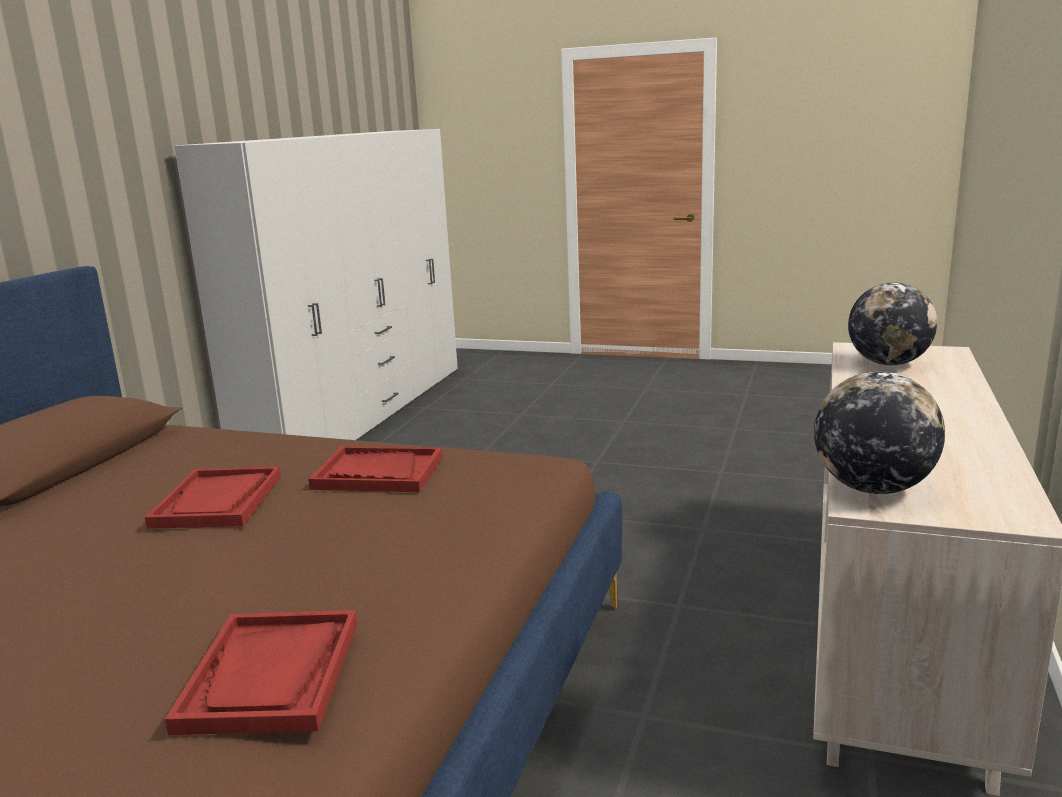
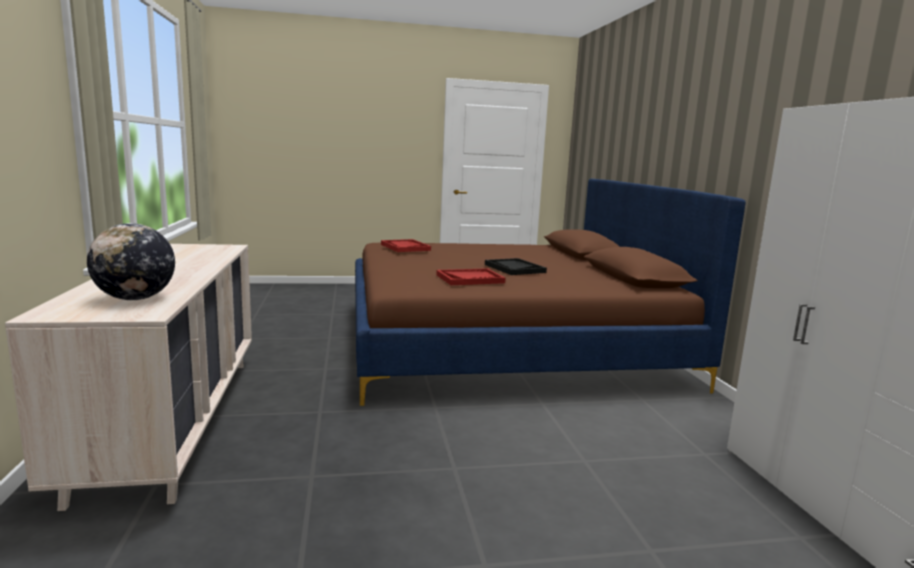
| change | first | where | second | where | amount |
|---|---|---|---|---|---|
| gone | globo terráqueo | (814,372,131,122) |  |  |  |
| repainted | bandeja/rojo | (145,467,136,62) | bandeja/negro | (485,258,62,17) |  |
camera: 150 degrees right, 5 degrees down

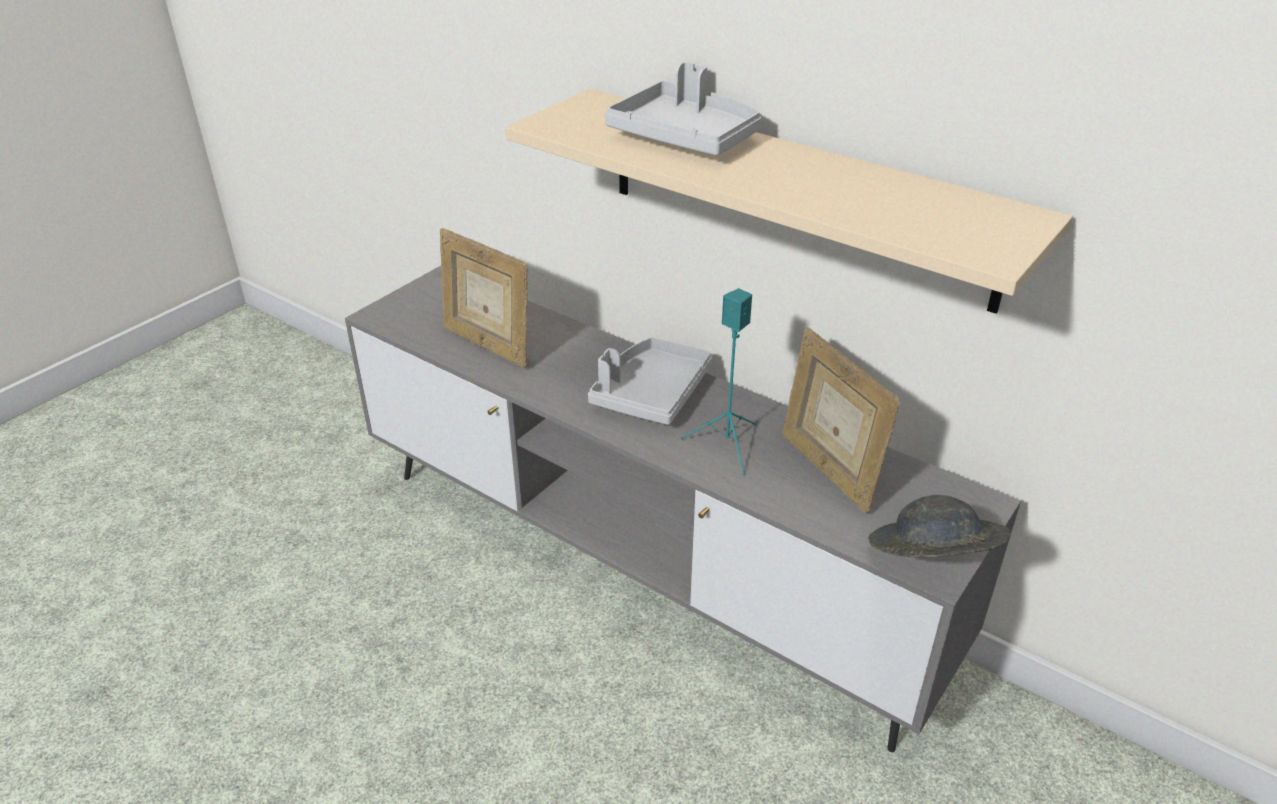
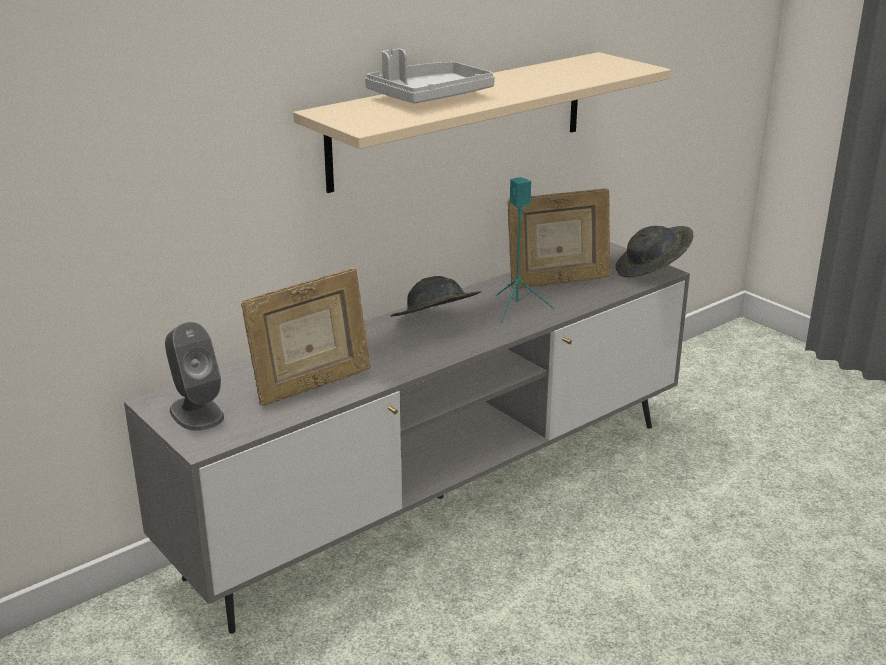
| change | first | where | second | where | amount |
|---|---|---|---|---|---|
| swapped | bandeja/gris | (588,337,124,88) | sombrero/gris | (391,276,90,41) |  |
| new |  |  | altavoz/gris | (165,322,59,109) |  |
camera: 75 degrees left, 10 degrees down

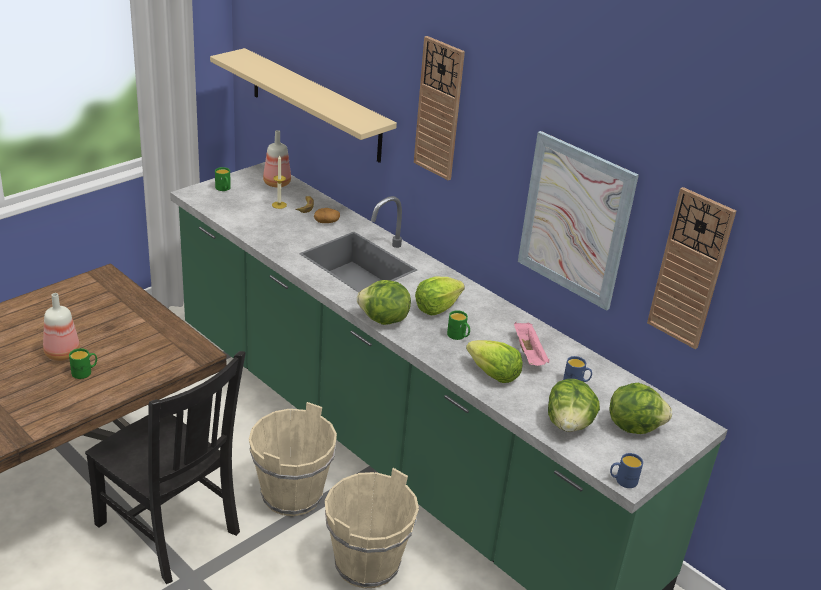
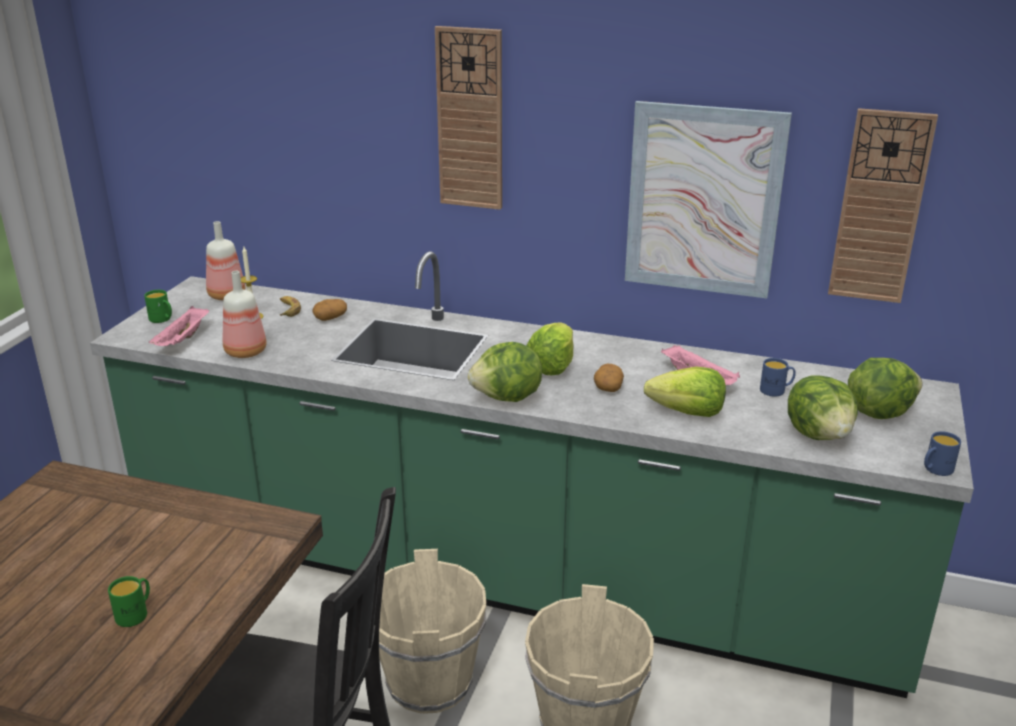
| change | first | where | second | where | amount |
|---|---|---|---|---|---|
| gone | estante/beis | (210,48,187,115) |  |  |  |
| shifted | botella | (43,293,37,68) |  | (223,271,43,87) |  |
| swapped | taza grande/verde | (447,310,23,30) | patata | (594,364,30,28) |  |
| new |  |  | bandeja/rosa | (149,306,60,40) |  |
camera: 25 degrees left, 5 degrees down

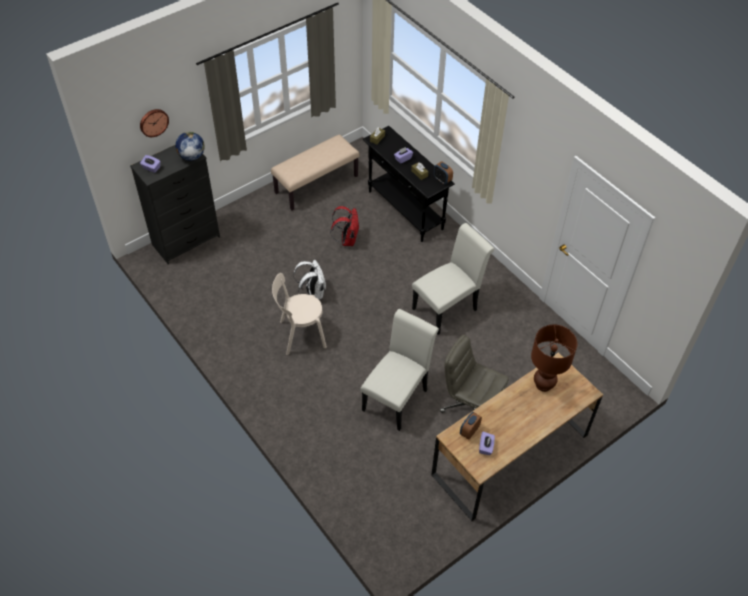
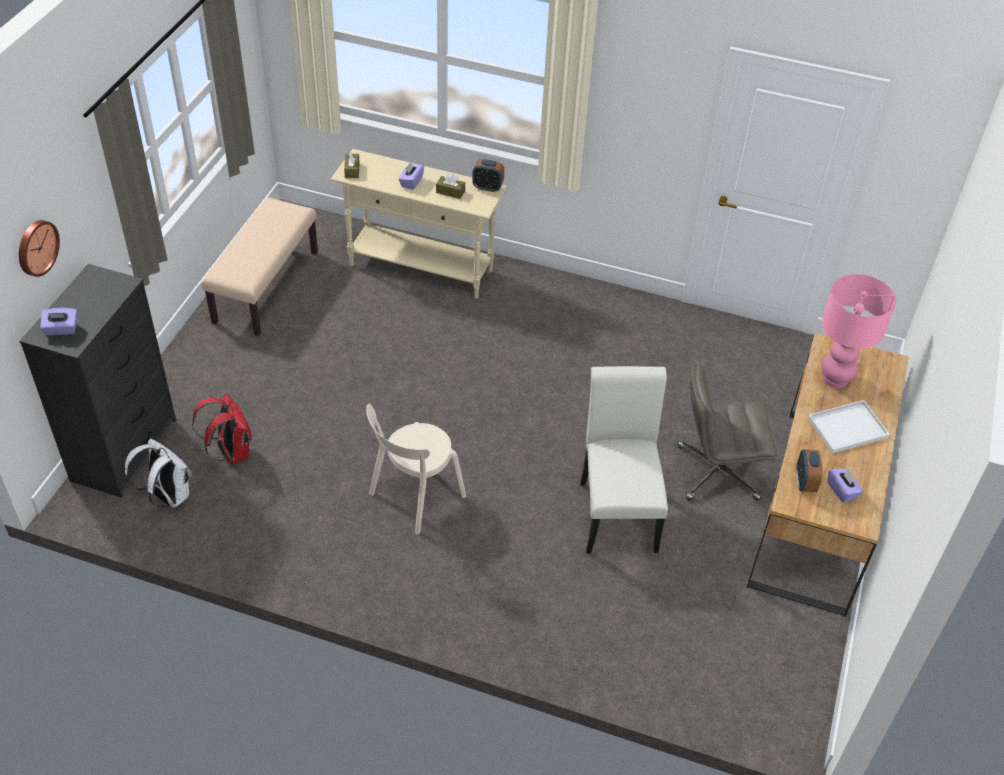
| change | first | where | second | where | amount |
|---|---|---|---|---|---|
| repainted | mesa consola/negro | (362,126,93,116) | mesa consola/beis | (330,149,177,150) |  |
| gone | globo terráqueo | (175,132,30,29) |  |  |  |
| shifted | mochila/rojo | (330,206,30,40) |  | (192,394,60,70) |  |
| gone | silla/blanco | (412,223,83,112) |  |  |  |
| shifted | mochila/blanco | (294,260,32,40) |  | (125,438,67,70) |  |
| repainted | lámpara de mesa/marrón | (531,324,46,68) | lámpara de mesa/rosa | (821,274,75,114) |  |
| new |  |  | bandeja/blanco | (808,400,82,53) |  |
camera: 35 degrees left, 5 degrees down

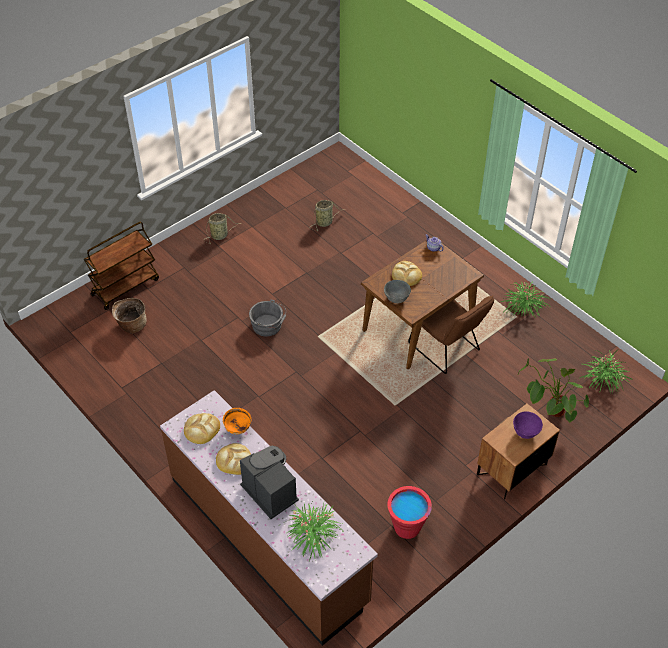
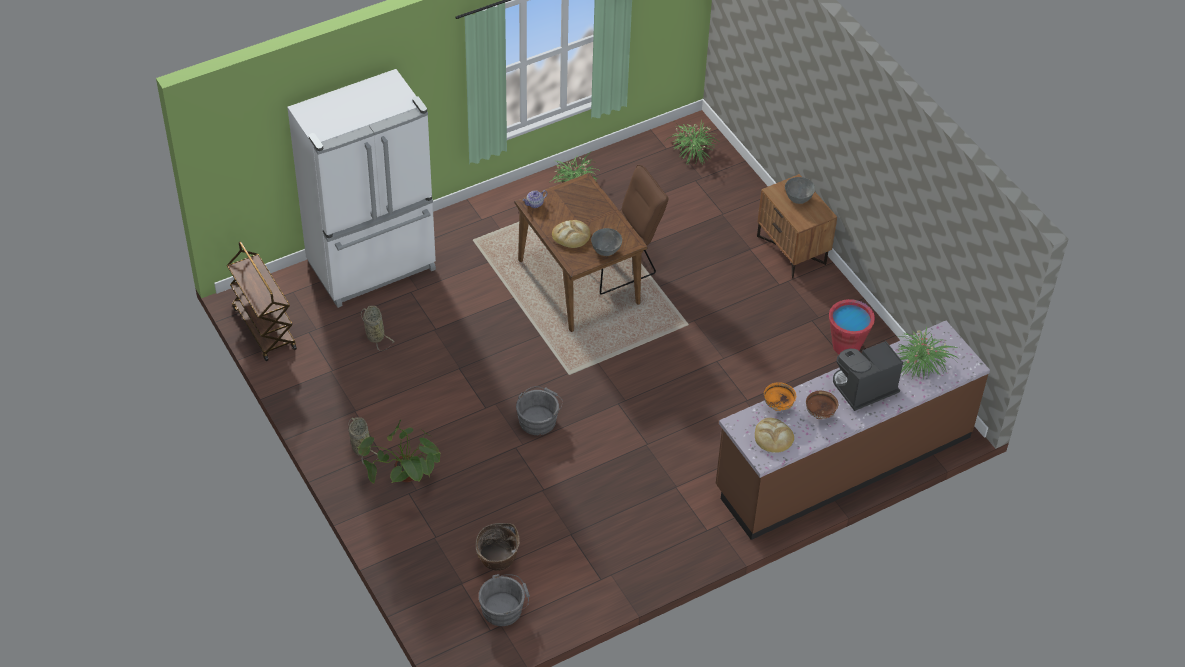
| change | first | where | second | where | amount |
|---|---|---|---|---|---|
| shifted | carrito/marrón | (84,222,75,88) |  | (227,242,70,119) |  |
| shifted | planta en maceta | (518,358,71,65) |  | (358,420,82,63) |  |
| repainted | cuenco/morado | (513,411,30,28) | cuenco/gris | (785,177,30,27) |  |
| swapped | pan | (216,443,35,32) | cuenco/marrón | (806,391,32,28) |  |
| new |  |  | nevera/blanco | (287,69,149,239) |  |
| new |  |  | cubo/gris | (479,574,51,52) |  |
camera: 80 degrees left, 0 degrees up

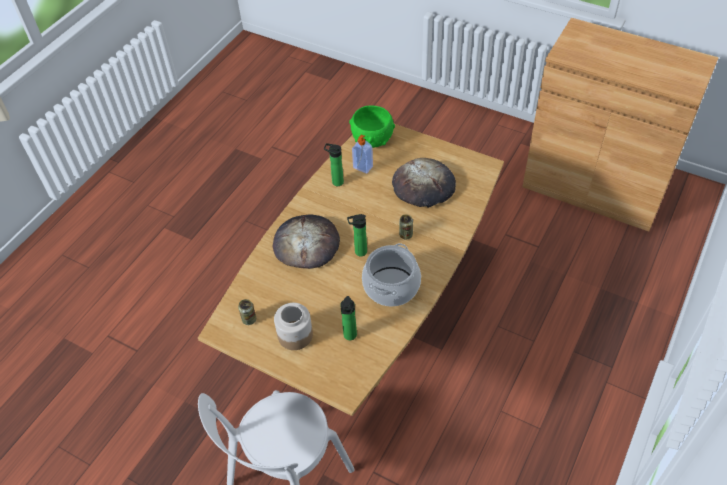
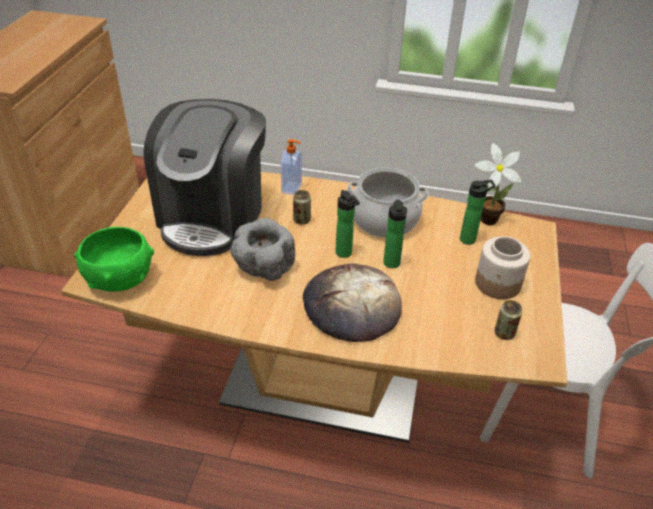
| change | first | where | second | where | amount |
|---|---|---|---|---|---|
| shifted | dispensador de jabón | (352,135,21,39) |  | (281,139,21,56) |  |
| shifted | botella | (324,143,20,43) |  | (383,199,24,69) |  |
| swapped | pan | (392,158,64,50) | cafetera | (143,99,123,157) |  |
| new |  |  | planta en maceta | (475,143,46,82) |  |
| new |  |  | cuenco/gris | (231,218,64,63) |  |
camera: 110 degrees left, 10 degrees down

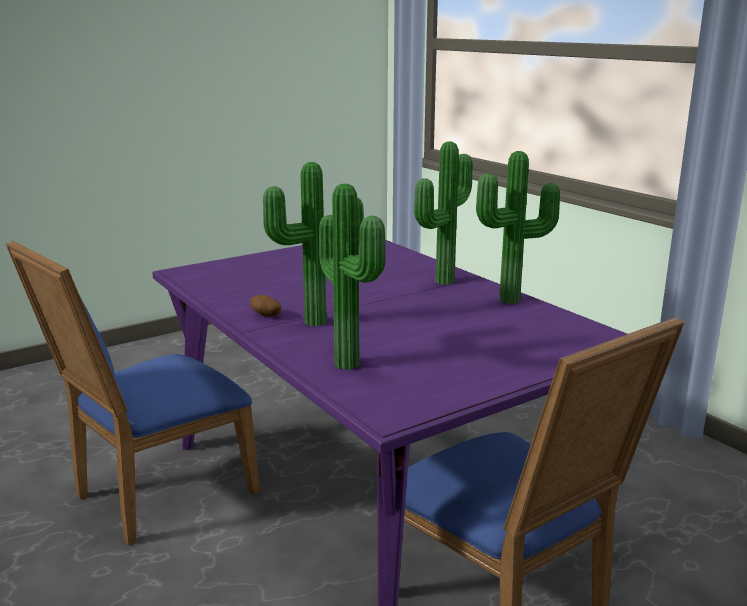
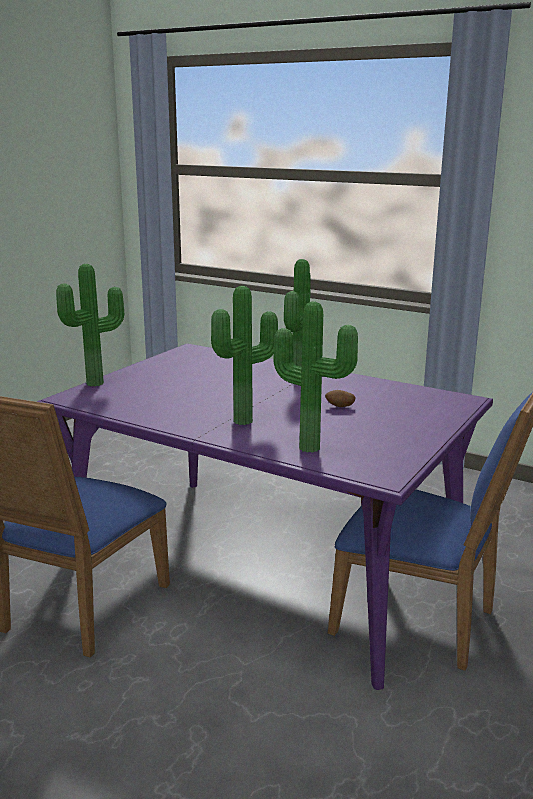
| change | first | where | second | where | amount |
|---|---|---|---|---|---|
| shifted | planta en maceta | (476,151,84,153) |  | (56,264,68,122) |  |
| shifted | patata | (250,295,32,22) |  | (325,390,30,17) |  |
camera: 25 degrees left, 0 degrees up

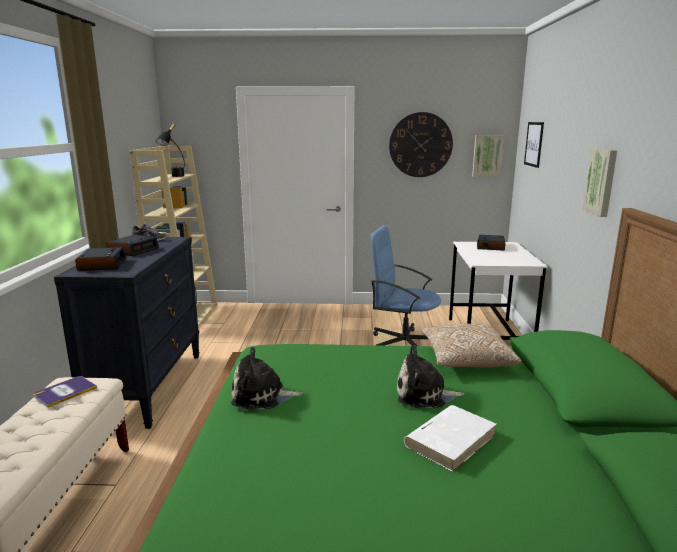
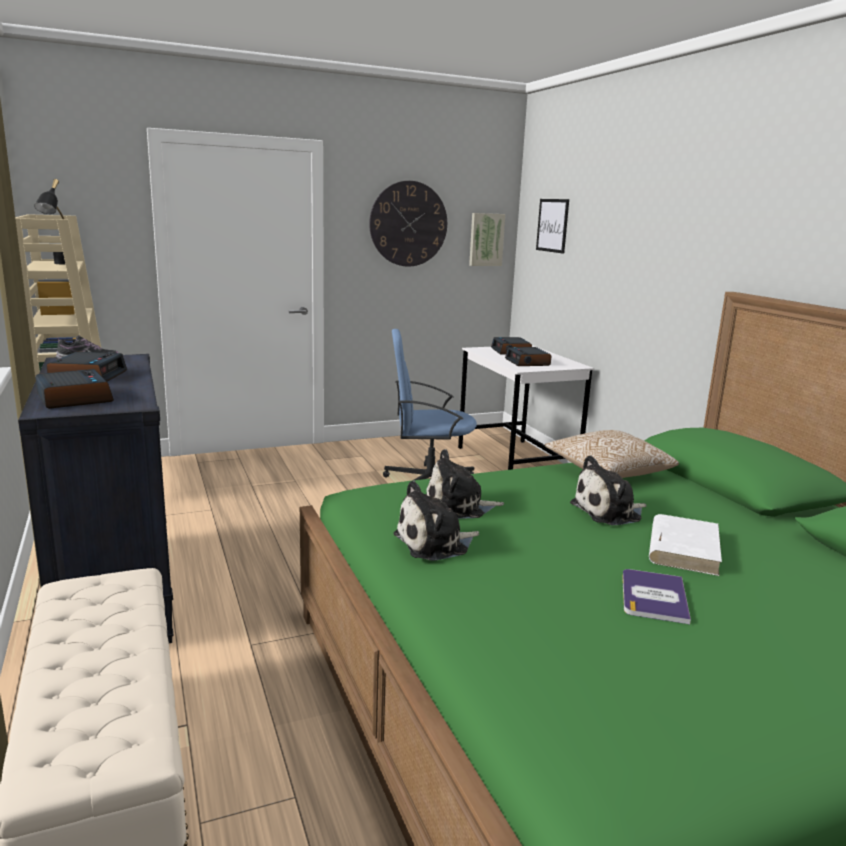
| change | first | where | second | where | amount |
|---|---|---|---|---|---|
| gone | cuadro | (582,148,35,69) |  |  |  |
| shifted | libro | (33,376,64,32) |  | (622,569,69,56) |  |
| new |  |  | despertador | (505,347,47,19) |  |
| new |  |  | peluche | (426,449,78,70) |  |
camera: 25 degrees left, 0 degrees up

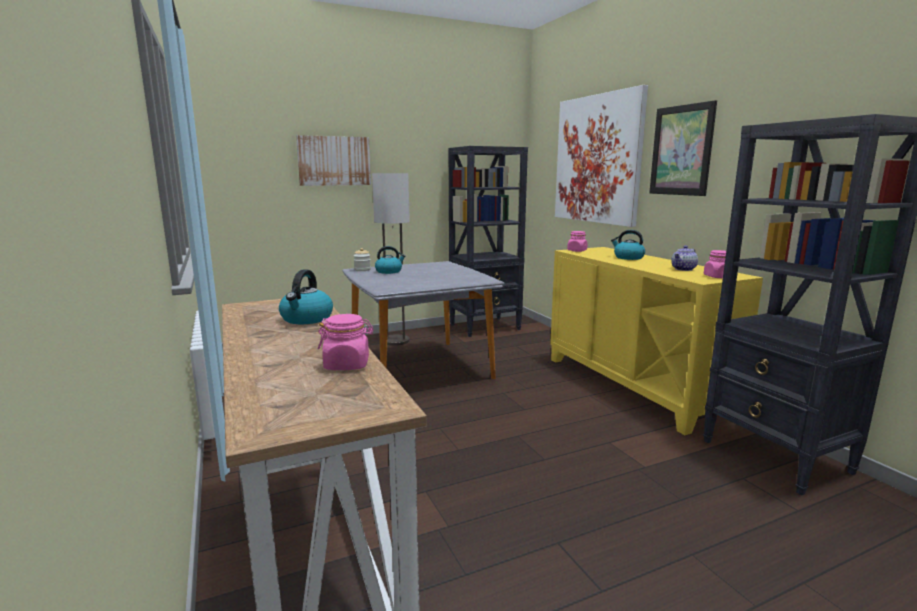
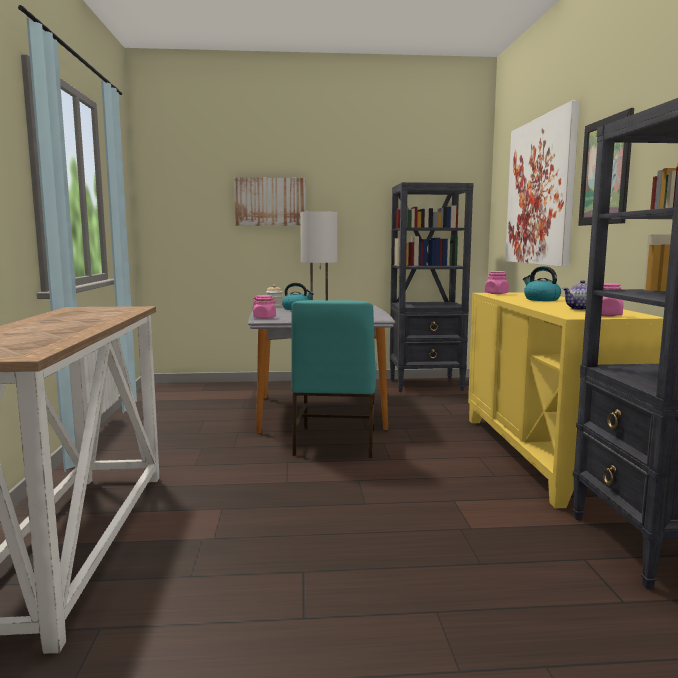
| change | first | where | second | where | amount |
|---|---|---|---|---|---|
| gone | hervidor | (279,269,54,55) |  |  |  |
| shifted | tarro/rosa | (318,314,56,56) |  | (252,295,25,24) |  |
| new |  |  | silla/turquesa | (291,300,85,158) |  |
camera: 20 degrees right, 5 degrees down

